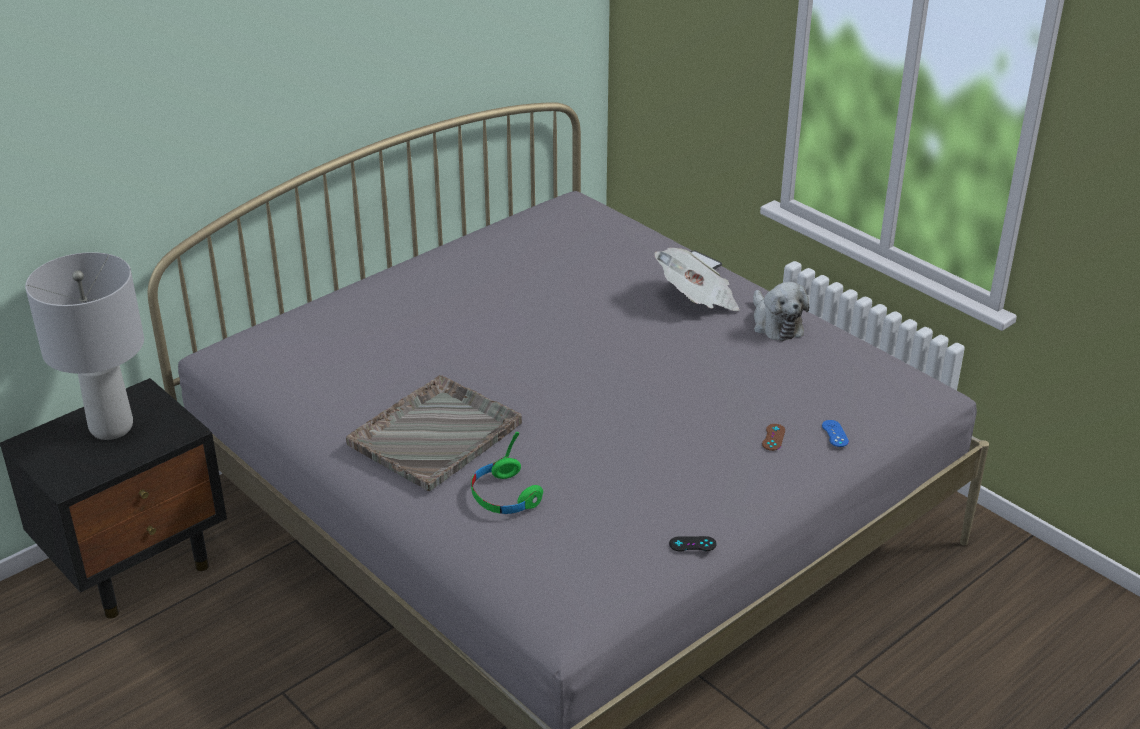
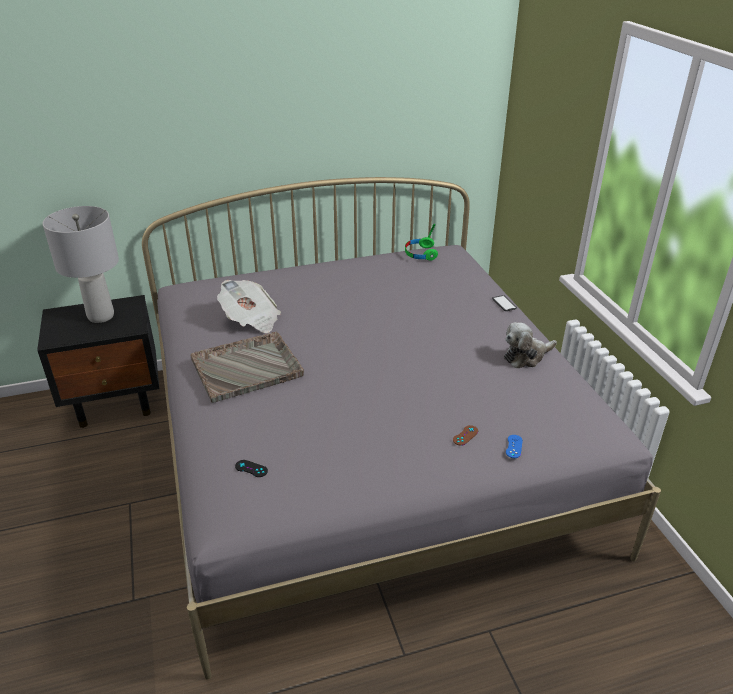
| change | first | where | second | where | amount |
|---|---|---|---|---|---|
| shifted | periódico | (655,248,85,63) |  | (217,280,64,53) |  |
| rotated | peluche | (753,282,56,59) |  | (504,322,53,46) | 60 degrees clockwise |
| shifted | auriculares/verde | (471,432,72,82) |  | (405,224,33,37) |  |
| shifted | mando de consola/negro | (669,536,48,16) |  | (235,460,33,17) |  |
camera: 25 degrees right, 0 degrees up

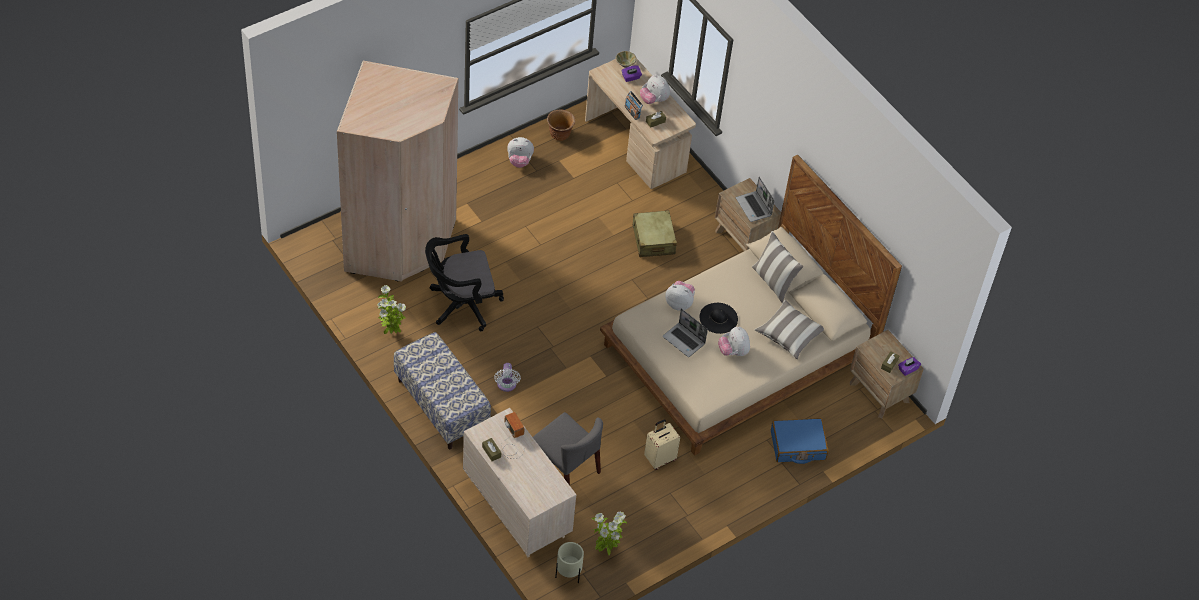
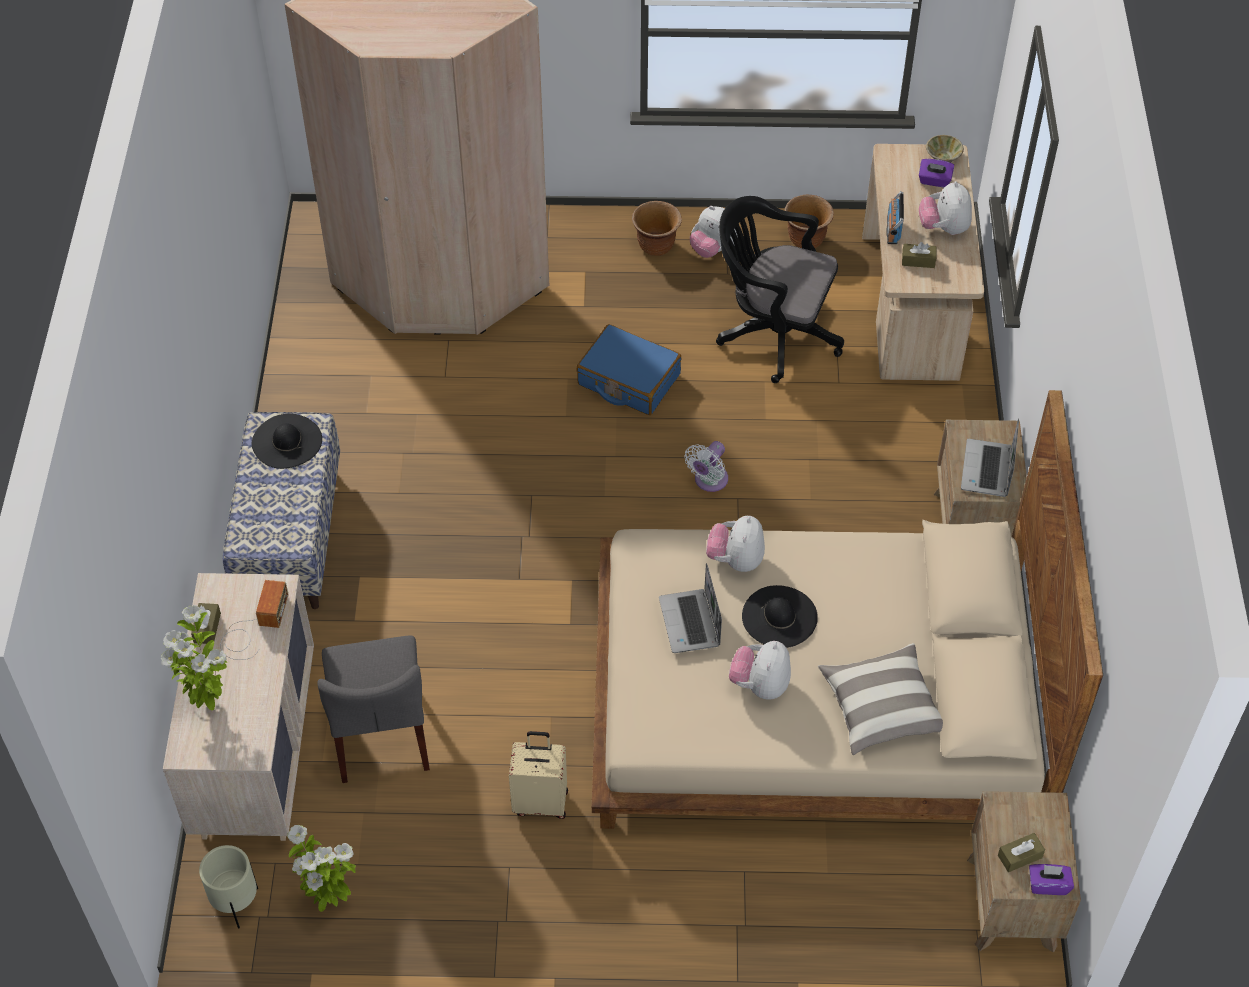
| change | first | where | second | where | amount |
|---|---|---|---|---|---|
| gone | maleta/beis | (633,210,44,47) |  |  |  |
| gone | cojín | (752,231,51,72) |  |  |  |
| shifted | silla de oficina/negro | (425,234,79,97) |  | (716,196,128,187) |  |
| rotated | peluche | (665,281,30,30) |  | (706,516,59,56) | 135 degrees counterclockwise |
| shifted | planta en maceta | (377,285,29,49) |  | (161,605,66,105) |  |
| shifted | ventilador/blanco | (494,363,27,29) |  | (684,441,44,51) |  |
| shifted | maleta/azul | (771,418,58,46) |  | (576,324,105,91) |  |
| new |  |  | maceta/marrón | (632,201,50,55) |  |
| new |  |  | sombrero/negro | (252,414,70,55) |  |
camera: 40 degrees right, 0 degrees up

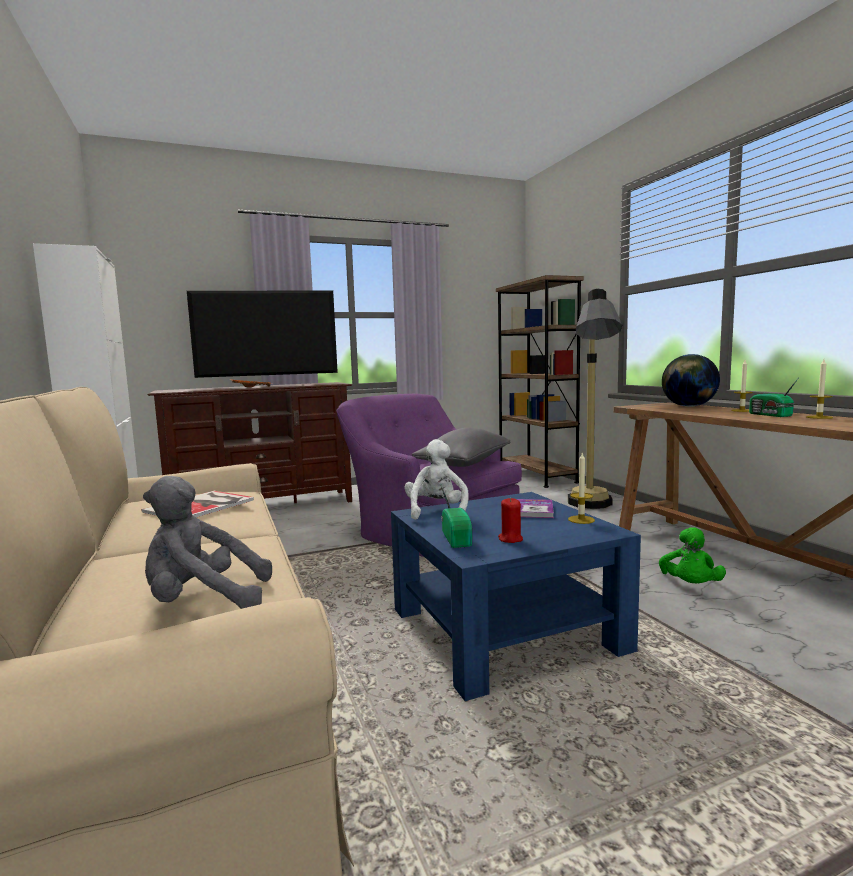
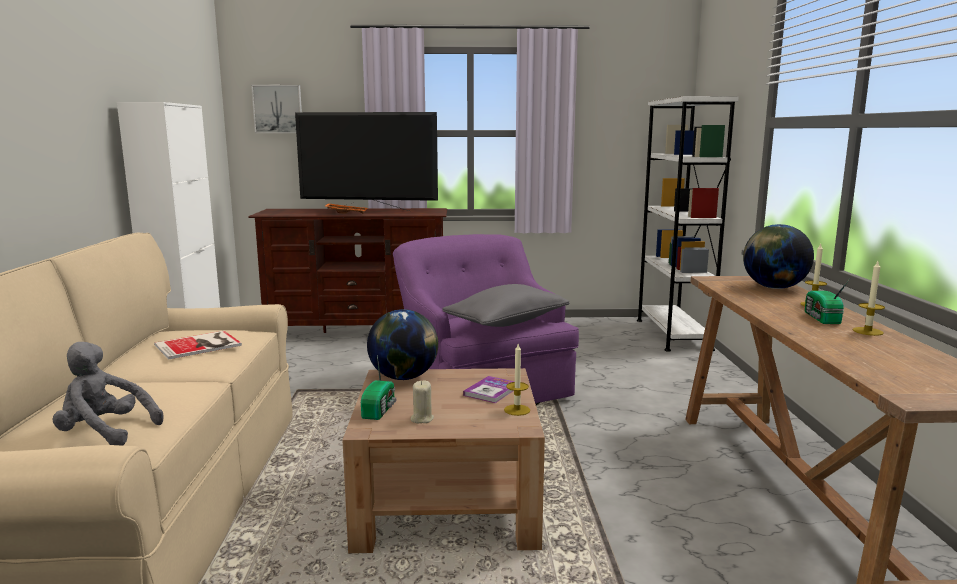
| change | first | where | second | where | amount |
|---|---|---|---|---|---|
| repainted | estantería/marrón | (496,275,88,213) | estantería/blanco | (637,96,102,256) |  |
| gone | lámpara de pie | (568,289,54,220) |  |  |  |
| swapped | peluche/blanco | (404,439,65,81) | globo terráqueo | (367,309,71,71) |  |
| repainted | mesa de centro/azul | (391,492,250,209) | mesa de centro/marrón | (342,368,203,185) |  |
| repainted | vela/rojo | (498,498,25,45) | vela/beis | (411,381,23,42) |  |
| gone | peluche/verde | (659,527,67,56) |  |  |  |
| new |  |  | cuadro | (251,85,51,48) |  |
camera: 20 degrees right, 5 degrees up

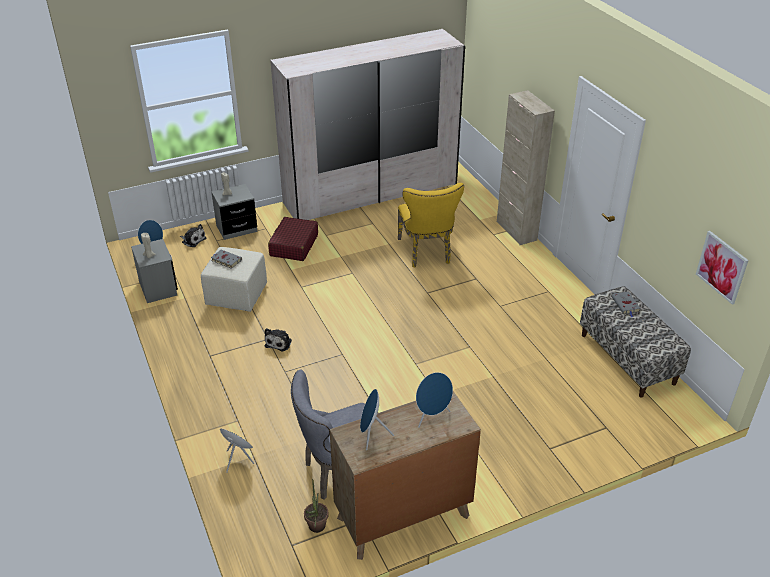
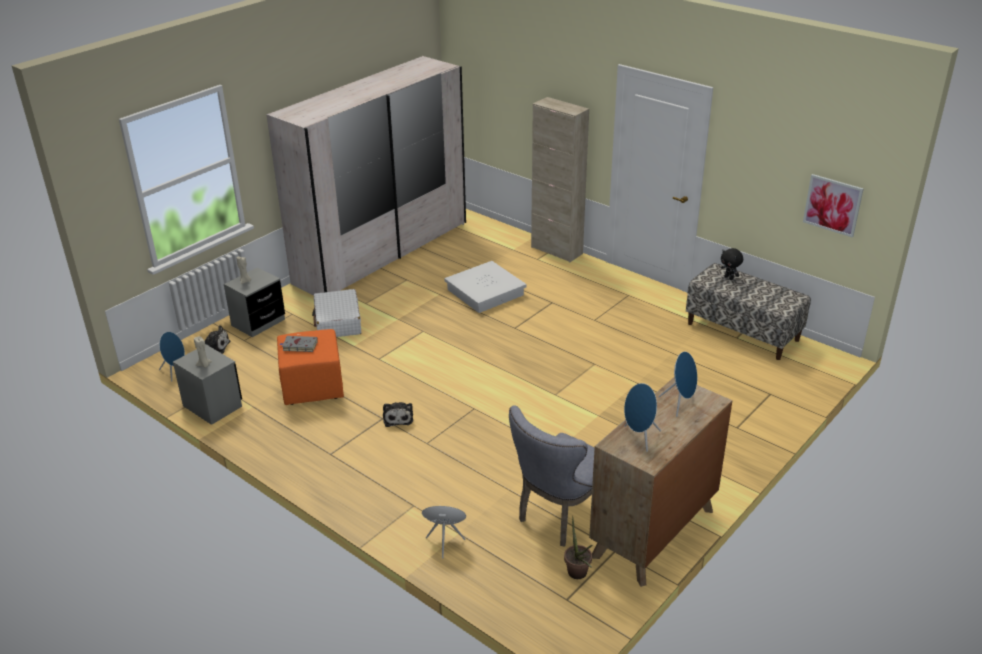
| change | first | where | second | where | amount |
|---|---|---|---|---|---|
| swapped | silla/amarillo | (398,183,66,84) | caja de almacenaje/blanco | (444,261,83,52) |  |
| repainted | maleta/rojo | (268,217,50,44) | maleta/blanco | (312,289,49,48) |  |
| repainted | puf/beis | (201,247,66,65) | puf/naranja | (277,329,67,76) |  |
| swapped | libro/gris | (612,291,29,26) | peluche/negro | (721,248,22,32) |  |
camera: 25 degrees left, 5 degrees down

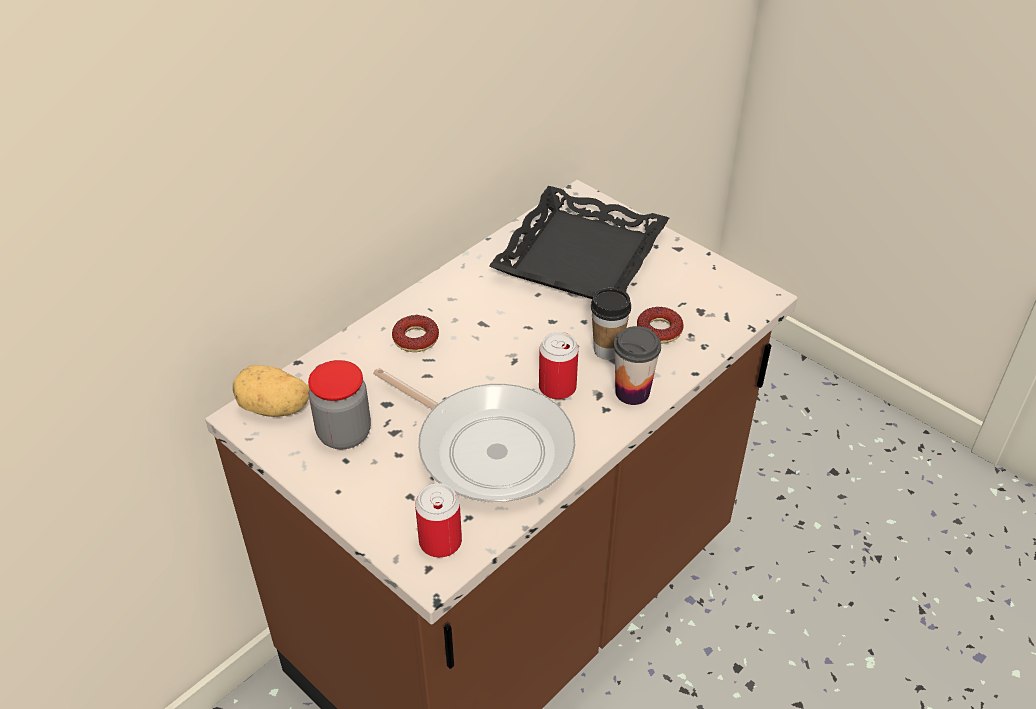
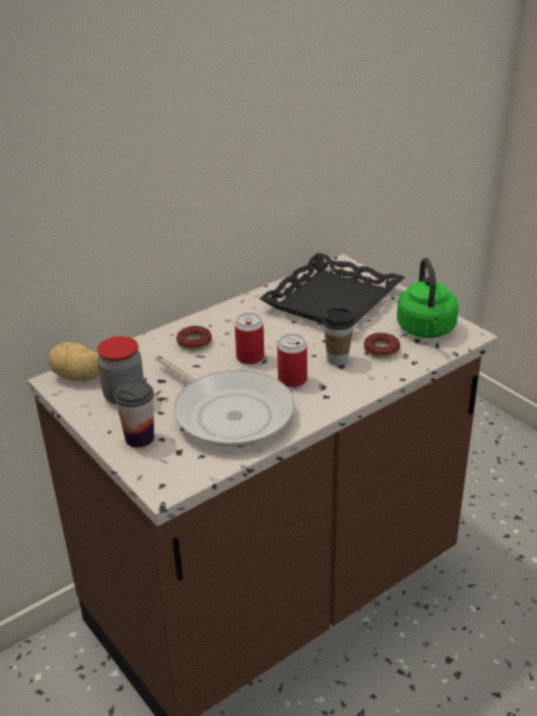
| change | first | where | second | where | amount |
|---|---|---|---|---|---|
| shifted | taza | (613,326,48,79) |  | (114,380,40,68) |  |
| shifted | lata | (415,483,47,75) |  | (235,312,29,53) |  |
| new |  |  | hervidor/verde | (397,258,62,80) |  |
camera: 10 degrees right, 10 degrees down

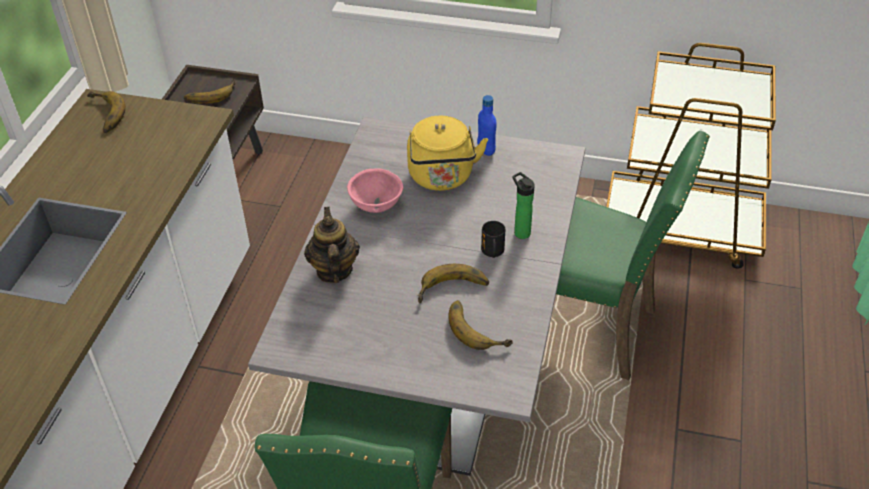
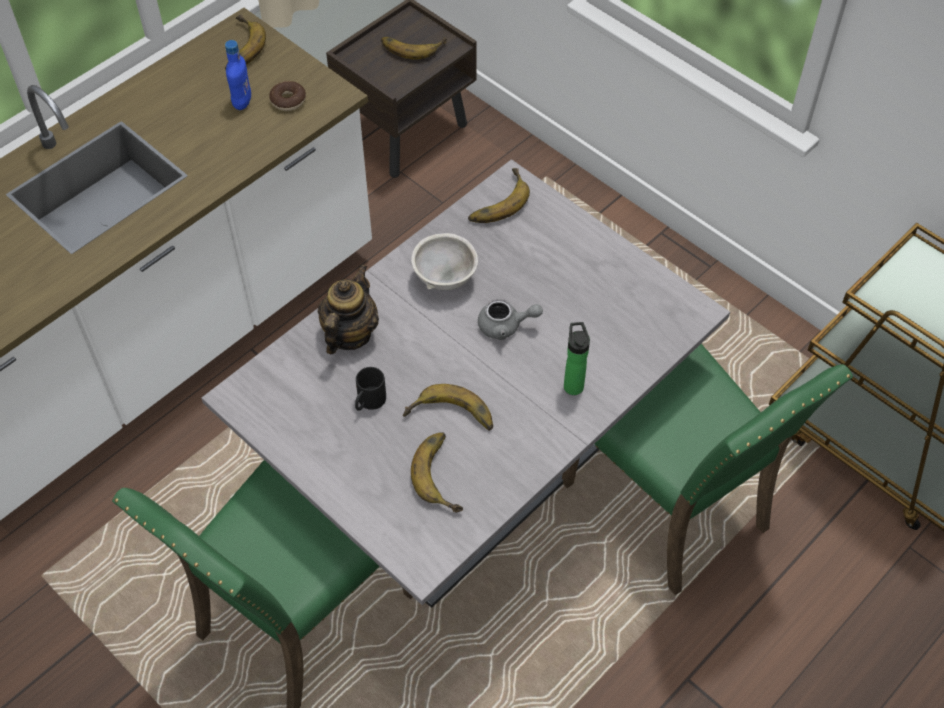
| change | first | where | second | where | amount |
|---|---|---|---|---|---|
| shifted | botella/azul | (477,95,20,61) |  | (225,40,26,70) |  |
| gone | hervidor/amarillo | (407,116,81,75) |  |  |  |
| repainted | cuenco/rosa | (347,168,56,45) | cuenco/gris | (411,233,67,58) |  |
| shifted | taza grande/negro | (481,221,24,37) |  | (355,367,31,44) |  |
| new |  |  | rosquilla | (269,81,37,30) |  |
| new |  |  | plátano | (468,168,62,55) |  |
| new |  |  | tetera/gris | (478,299,65,41) |  |
camera: 30 degrees right, 10 degrees up

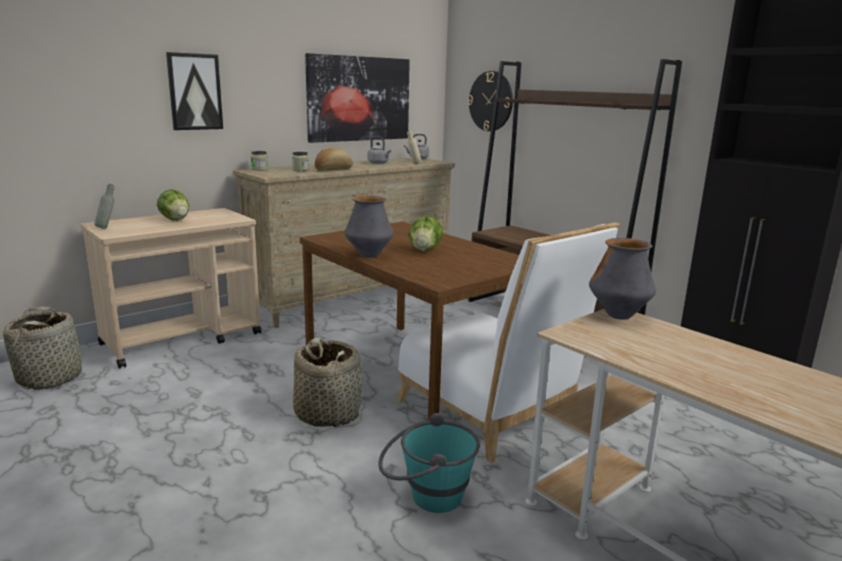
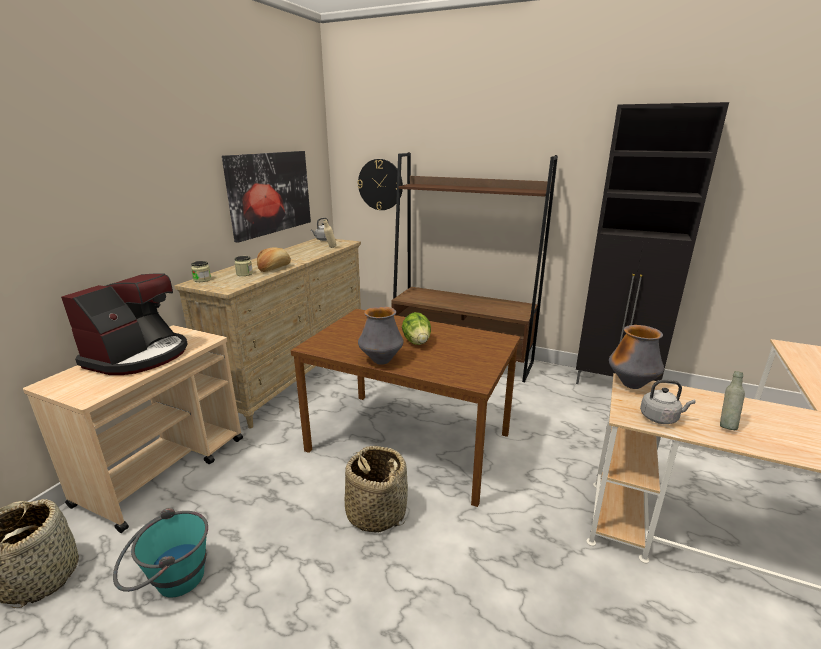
| change | first | where | second | where | amount |
|---|---|---|---|---|---|
| gone | cuadro | (166,52,57,78) |  |  |  |
| shifted | hervidor/gris | (367,136,24,28) |  | (640,380,55,44) |  |
| shifted | botella/gris | (94,184,20,45) |  | (720,371,25,59) |  |
| swapped | lechuga | (157,189,32,32) | cafetera | (61,274,127,101) |  |
| gone | silla/blanco | (396,222,224,241) |  |  |  |
| shifted | cubo/turquesa | (378,413,102,100) |  | (113,508,95,90) |  |
camera: 25 degrees left, 5 degrees up

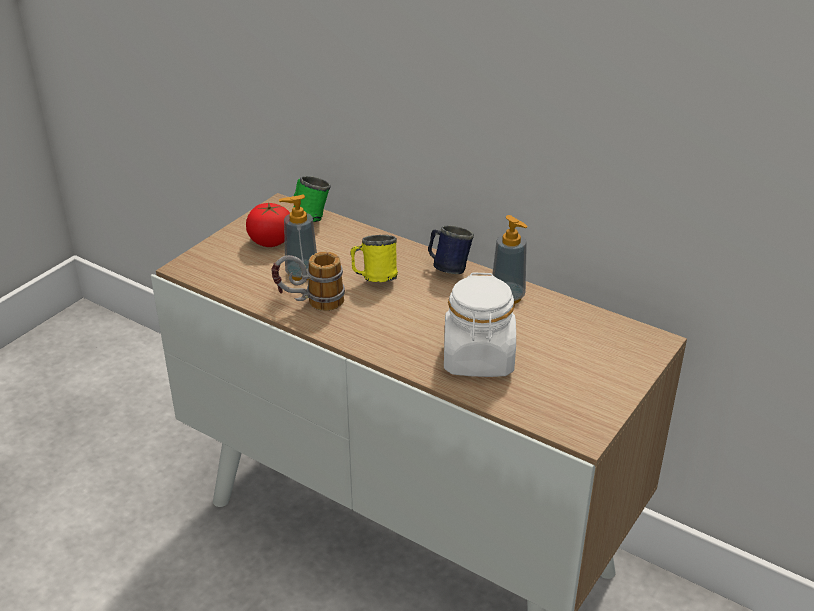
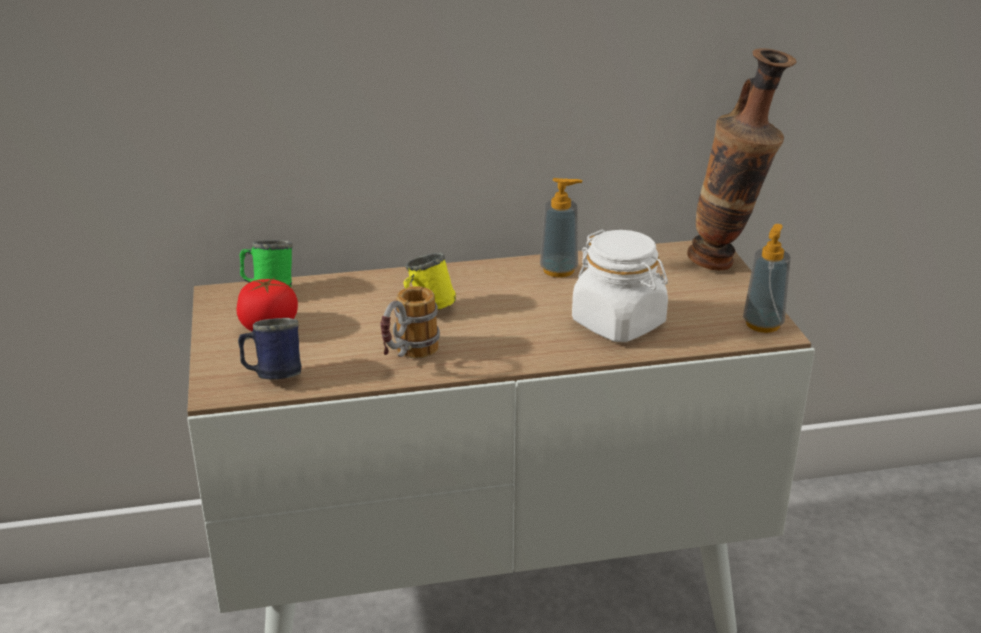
| change | first | where | second | where | amount |
|---|---|---|---|---|---|
| shifted | dispensador de jabón | (279,195,38,86) |  | (743,224,48,109) |  |
| shifted | taza grande/azul | (428,225,46,49) |  | (238,318,64,61) |  |
| new |  |  | florero | (687,48,110,223) |  |
camera: 45 degrees left, 5 degrees down

